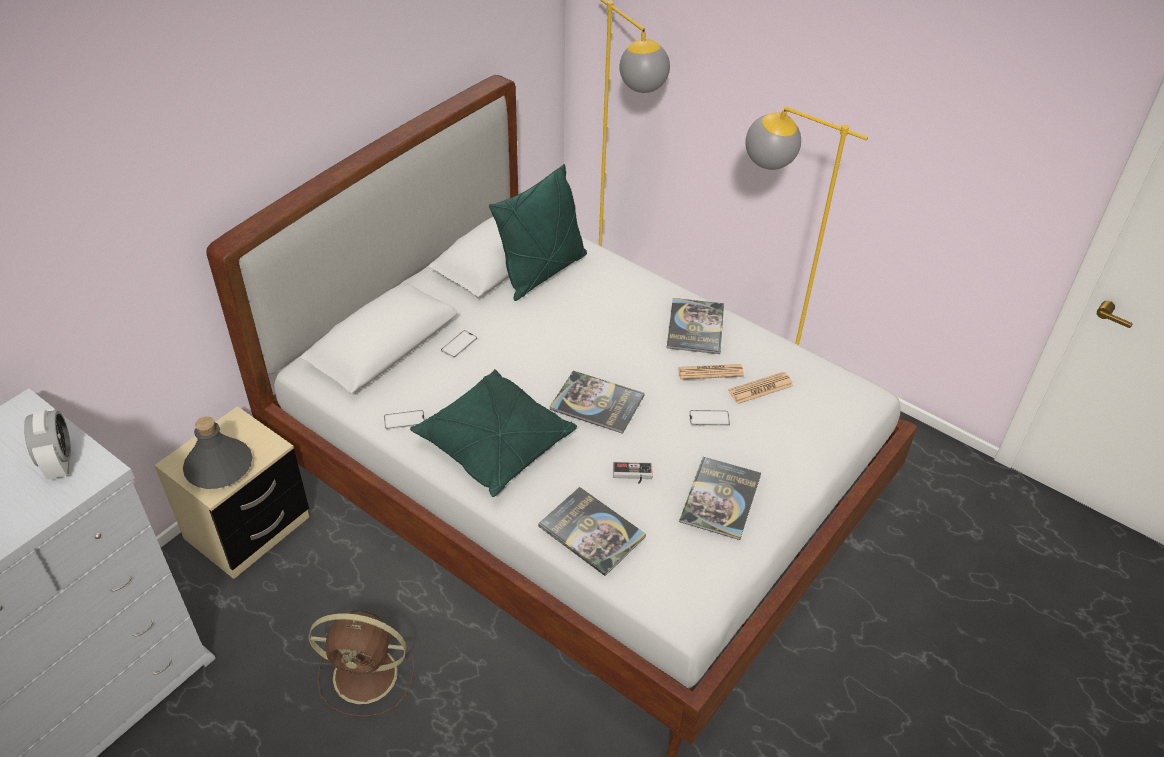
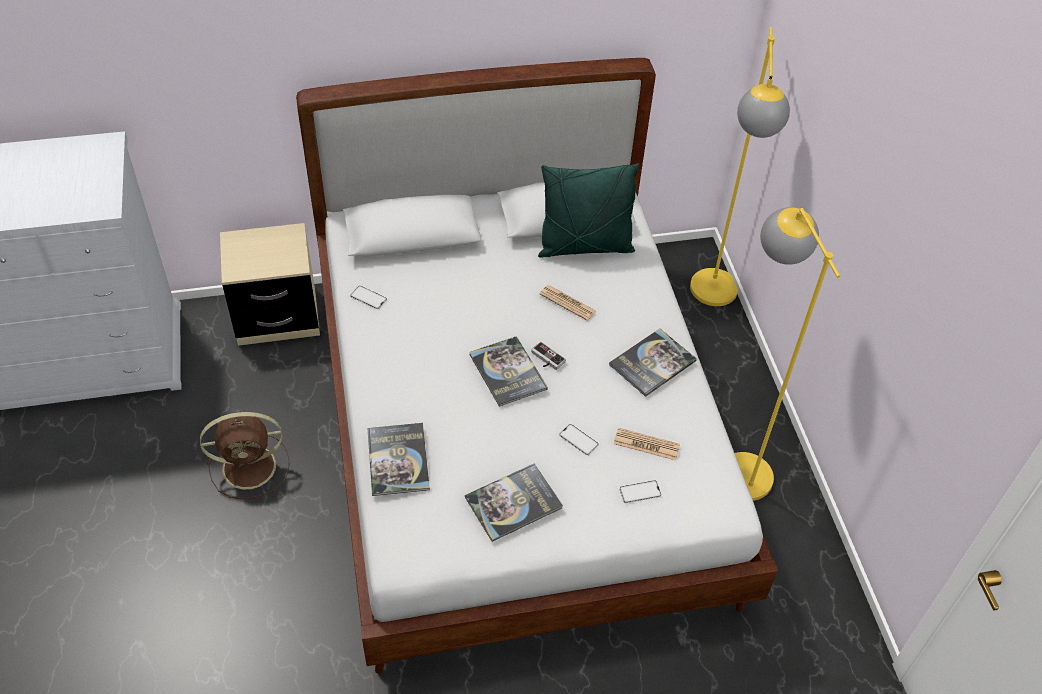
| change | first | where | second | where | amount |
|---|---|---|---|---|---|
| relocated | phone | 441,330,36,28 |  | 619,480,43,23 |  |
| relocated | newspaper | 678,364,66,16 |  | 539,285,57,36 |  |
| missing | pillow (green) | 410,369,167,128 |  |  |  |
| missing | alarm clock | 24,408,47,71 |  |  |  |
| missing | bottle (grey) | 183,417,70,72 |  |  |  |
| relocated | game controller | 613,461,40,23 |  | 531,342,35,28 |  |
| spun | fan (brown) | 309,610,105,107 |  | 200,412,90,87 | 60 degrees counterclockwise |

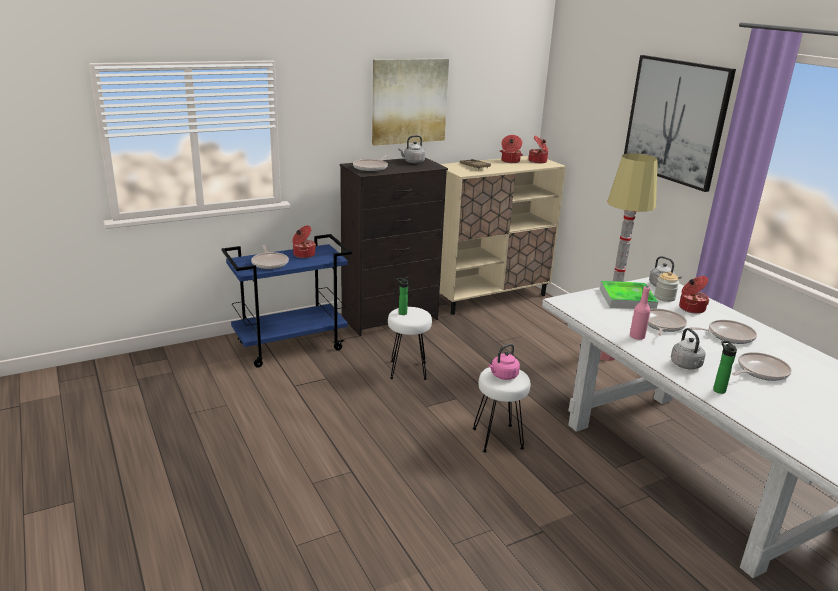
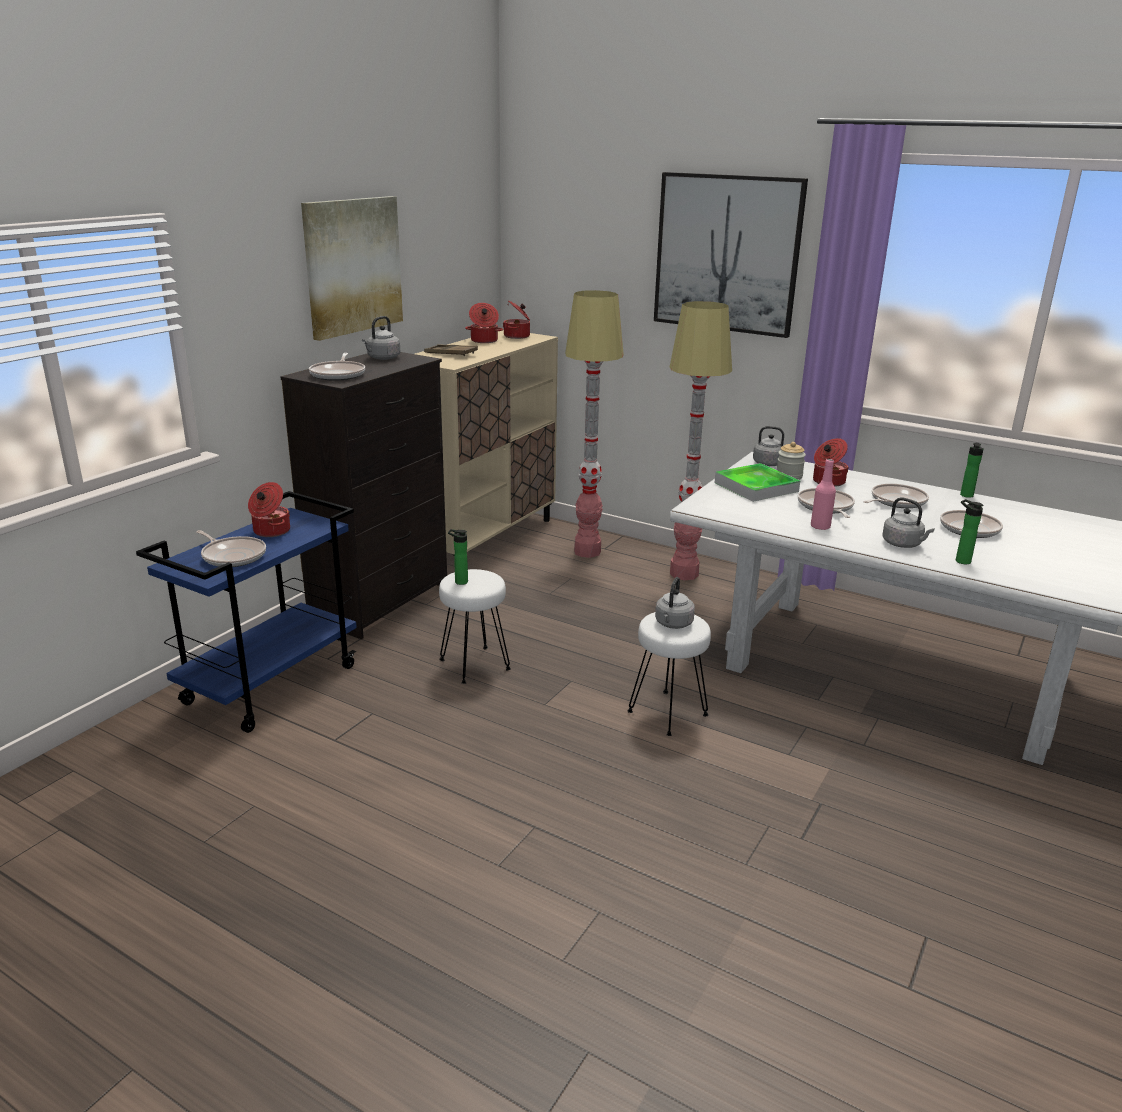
| change | first | where | second | where | amount |
|---|---|---|---|---|---|
| colour | kettle (pink) | 488,344,32,36 | kettle (grey) | 655,577,40,52 |  |
| appeared |  |  | floor lamp | 565,290,59,268 |  |
| appeared |  |  | bottle | 960,443,24,55 |  |

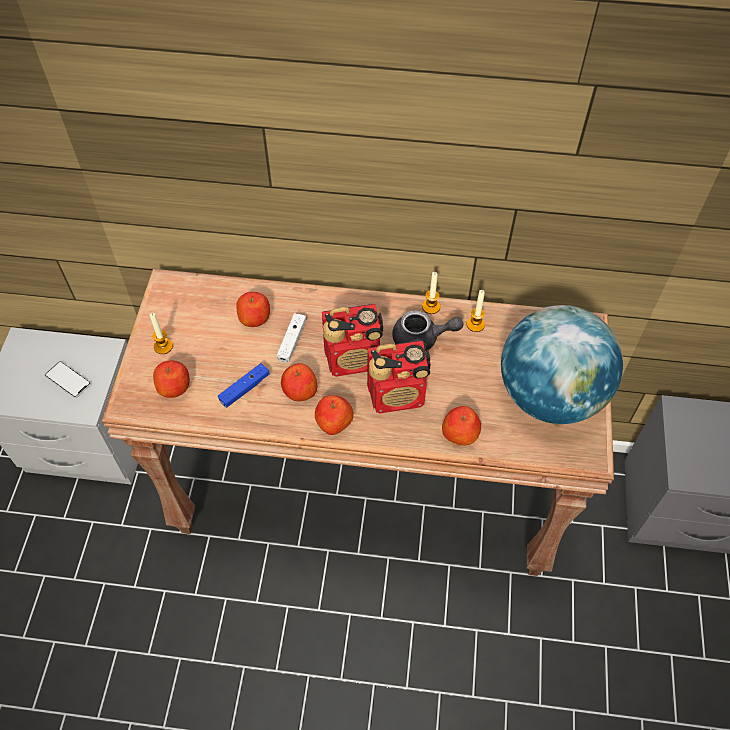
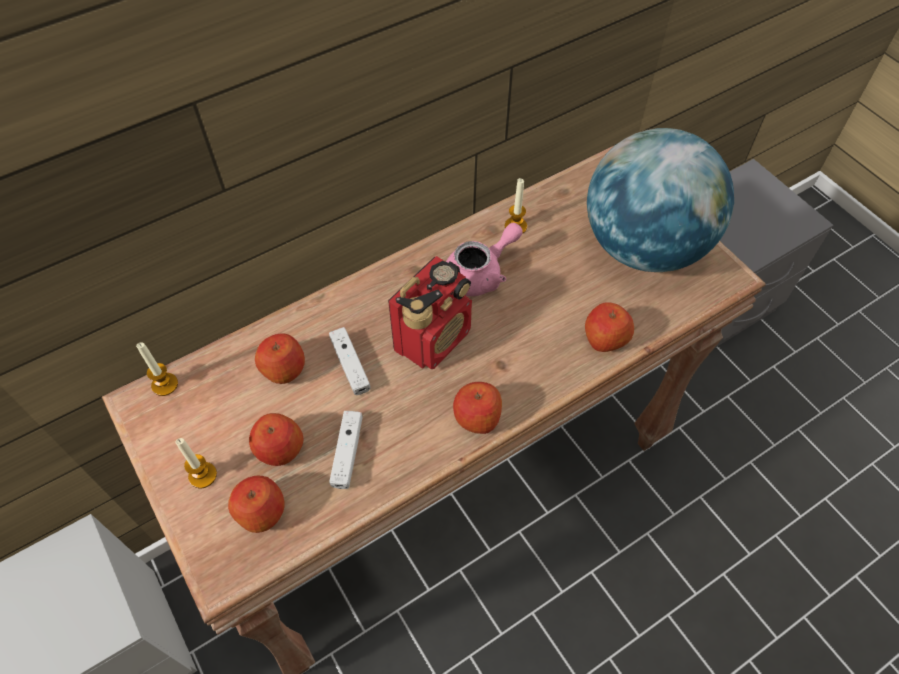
| change | first | where | second | where | amount |
|---|---|---|---|---|---|
| relocated | candle | 422,272,18,42 |  | 136,342,42,54 |  |
| colour | teapot (grey) | 392,310,72,41 | teapot (pink) | 446,223,77,73 |  |
| missing | radio | 367,340,63,73 |  |  |  |
| missing | phone | 45,361,46,37 |  |  |  |
| colour | game controller (blue) | 218,363,52,45 | game controller (white) | 329,411,34,78 |  |
| relocated | apple | 281,363,36,38 |  | 249,413,55,53 |  |

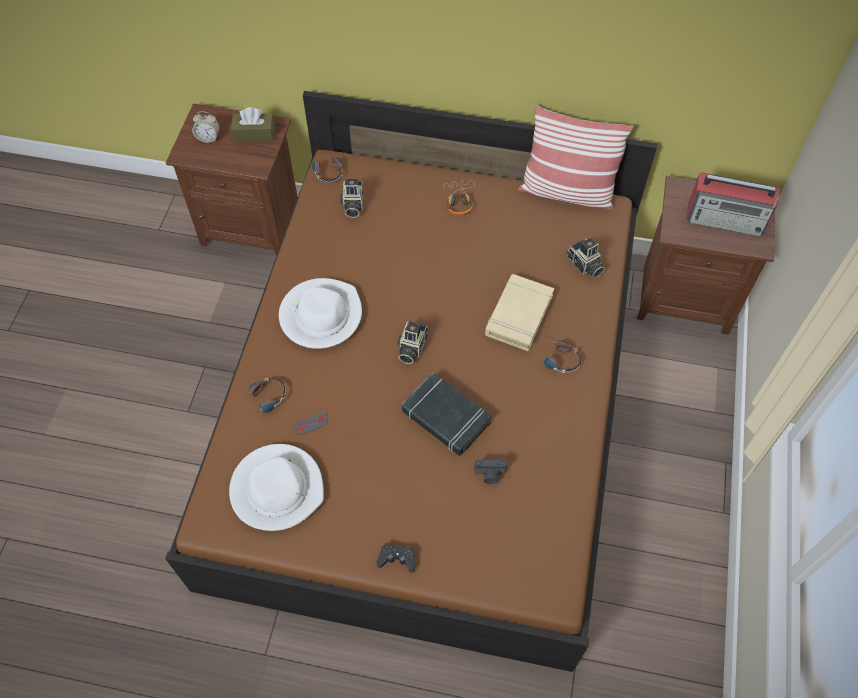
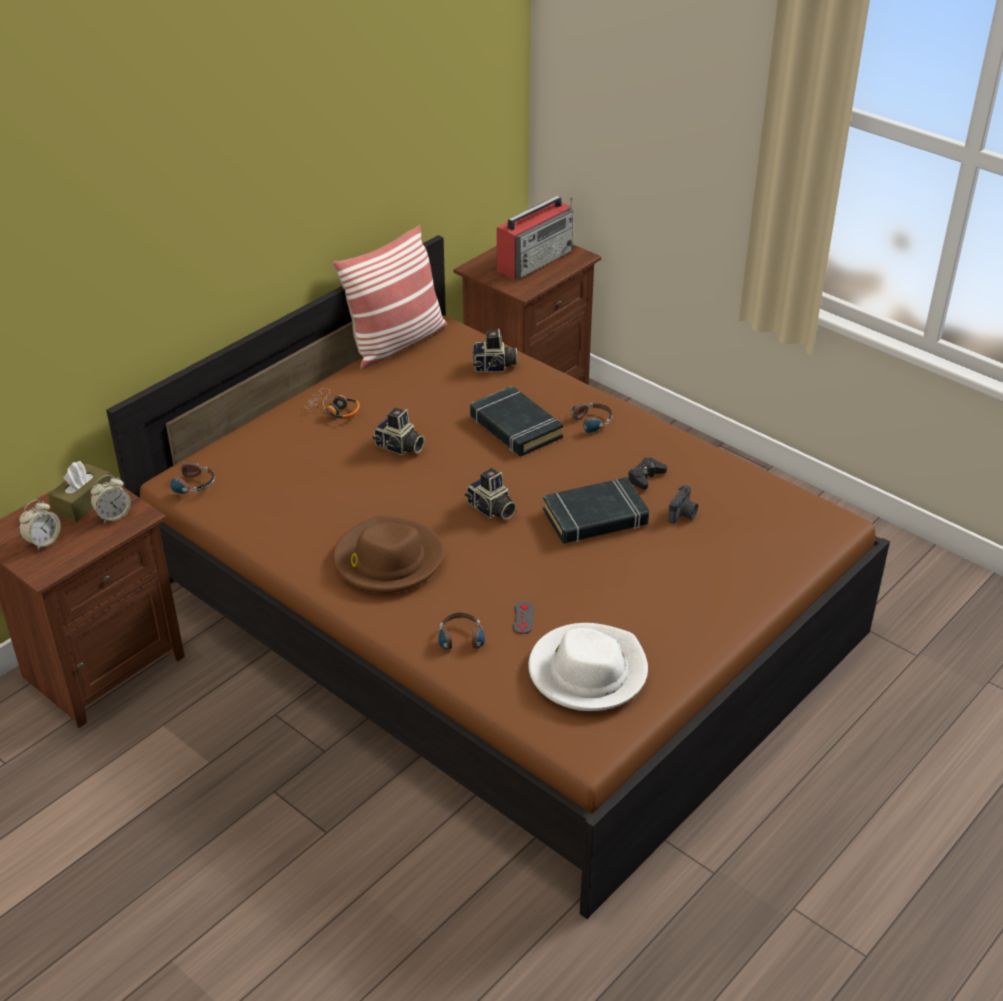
| change | first | where | second | where | amount |
|---|---|---|---|---|---|
| relocated | photo camera | 340,179,24,39 |  | 372,408,53,47 |  |
| colour | book (beige) | 485,274,70,77 | book (black) | 470,386,93,70 |  |
| colour | hat (white) | 279,278,83,71 | hat (brown) | 333,516,111,77 |  |
| relocated | game controller (black) | 376,543,39,29 |  | 628,457,39,33 |  |
| appeared |  |  | alarm clock | 91,475,40,49 |  |

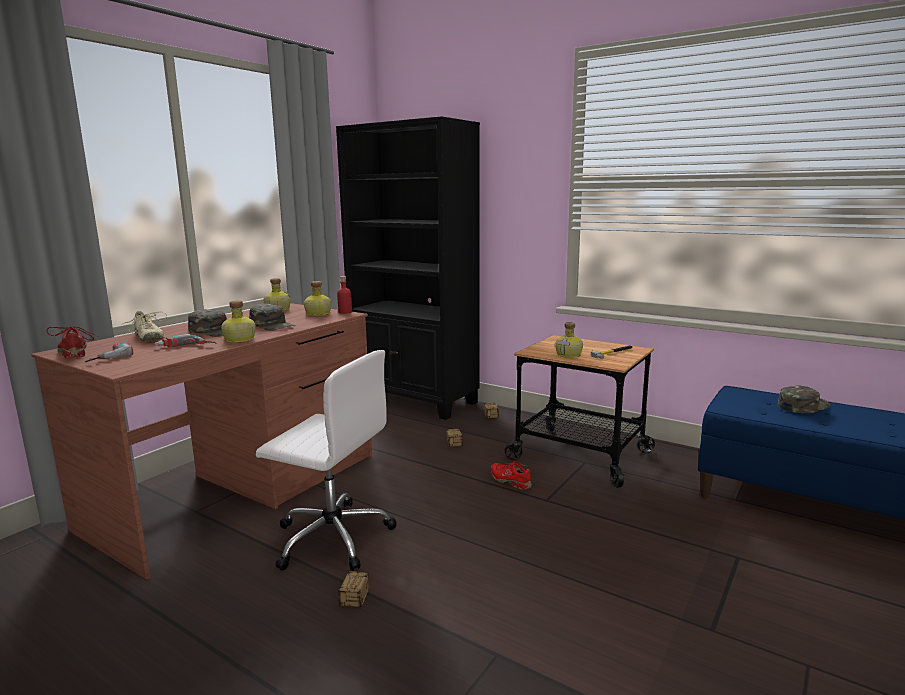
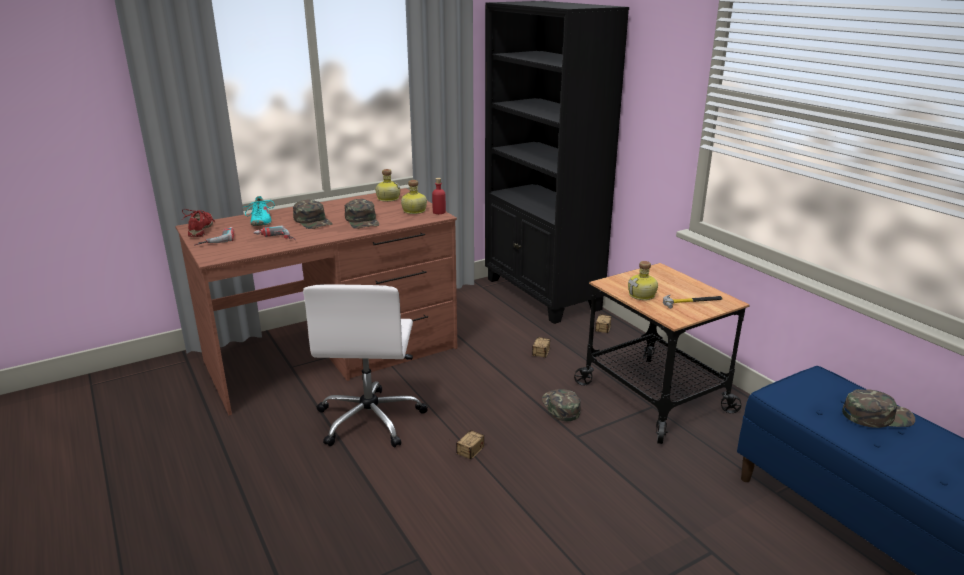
| change | first | where | second | where | amount |
|---|---|---|---|---|---|
| missing | bottle | 221,300,35,43 |  |  |  |
| colour | shoe (beige) | 121,311,46,30 | shoe (turquoise) | 242,196,33,30 |  |
| spun | office chair (white) | 256,350,141,221 |  | 303,284,125,163 | 45 degrees clockwise |
| exchanged | shoe (red) | 491,461,41,29 | cap (green) | 542,389,39,32 |  |
| relocated | storage box | 338,571,32,36 |  | 449,430,35,30 |  |

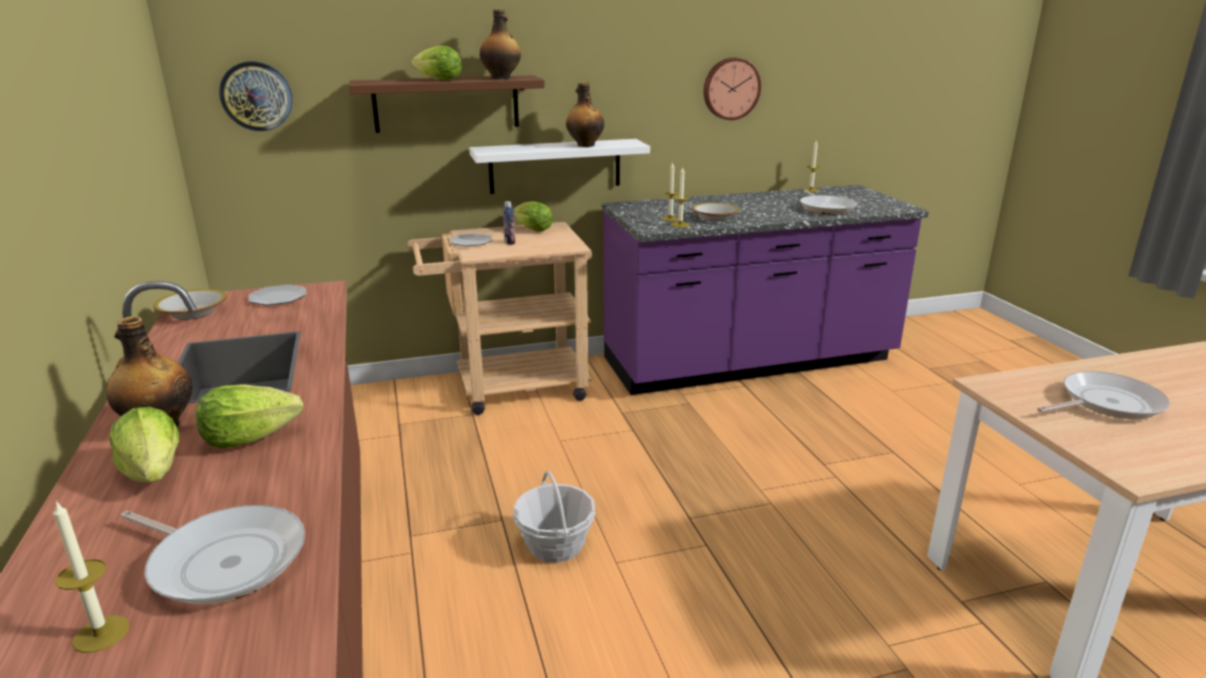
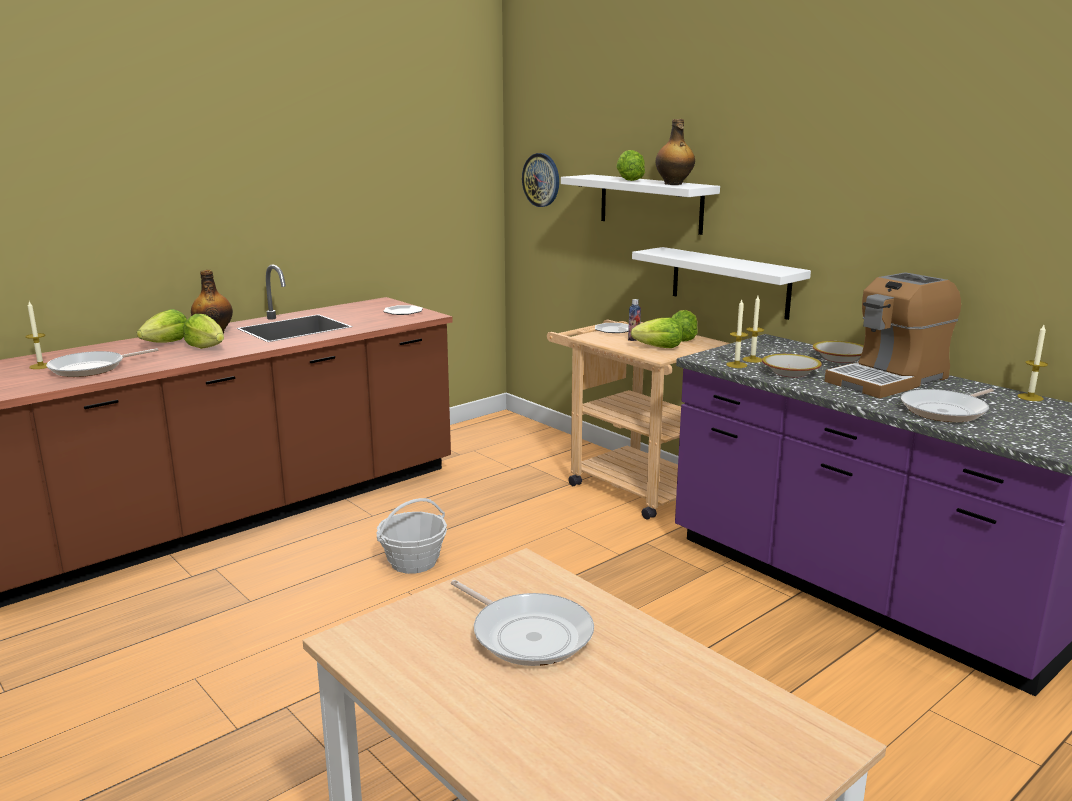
| change | first | where | second | where | amount |
|---|---|---|---|---|---|
| missing | wall clock | 704,58,57,62 |  |  |  |
| colour | shelf (brown) | 349,75,196,58 | shelf (white) | 561,174,159,61 |  |
| missing | bottle | 566,82,38,65 |  |  |  |
| relocated | bowl | 154,289,73,31 |  | 813,341,51,22 |  |
| spun | frying pan | 121,505,184,99 |  | 46,348,112,29 | 45 degrees clockwise |
| appeared |  |  | coffee machine | 825,272,136,126 |  |
| appeared |  |  | lettuce | 631,318,52,30 |  |

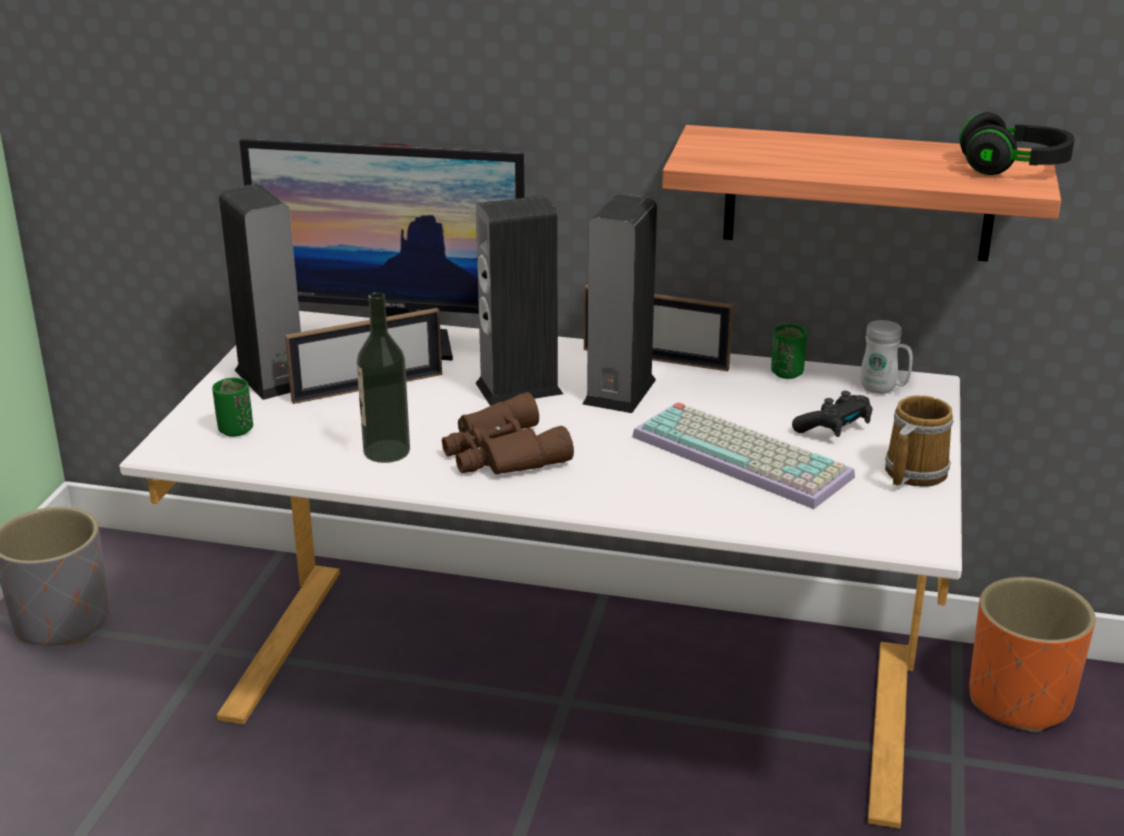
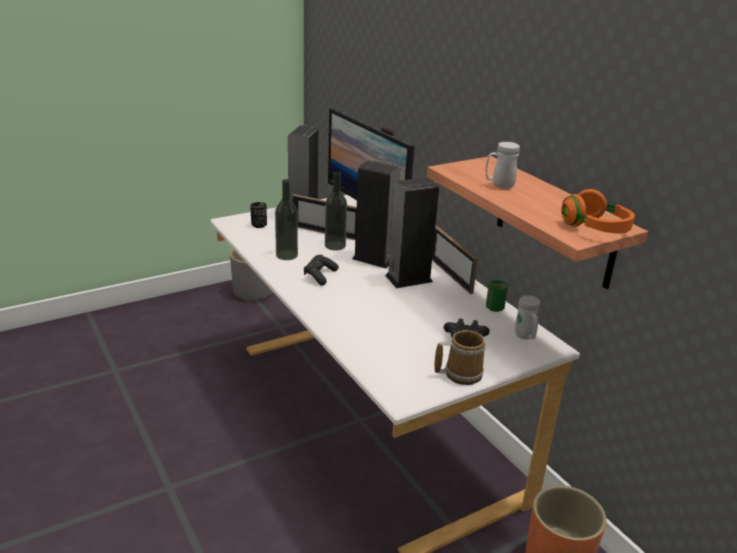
| change | first | where | second | where | amount |
|---|---|---|---|---|---|
| colour | headphones (black) | 959,112,116,63 | headphones (orange) | 561,189,74,44 |  |
| colour | cup (green) | 212,378,41,59 | cup (black) | 250,202,17,26 |  |
| exchanged | binoculars (brown) | 442,392,132,82 | game controller (black) | 304,255,34,31 |  |
| missing | keyboard | 632,402,223,107 |  |  |  |
| appeared |  |  | mug (white) | 485,142,35,47 |  |
| appeared |  |  | bottle | 325,172,22,78 |  |

